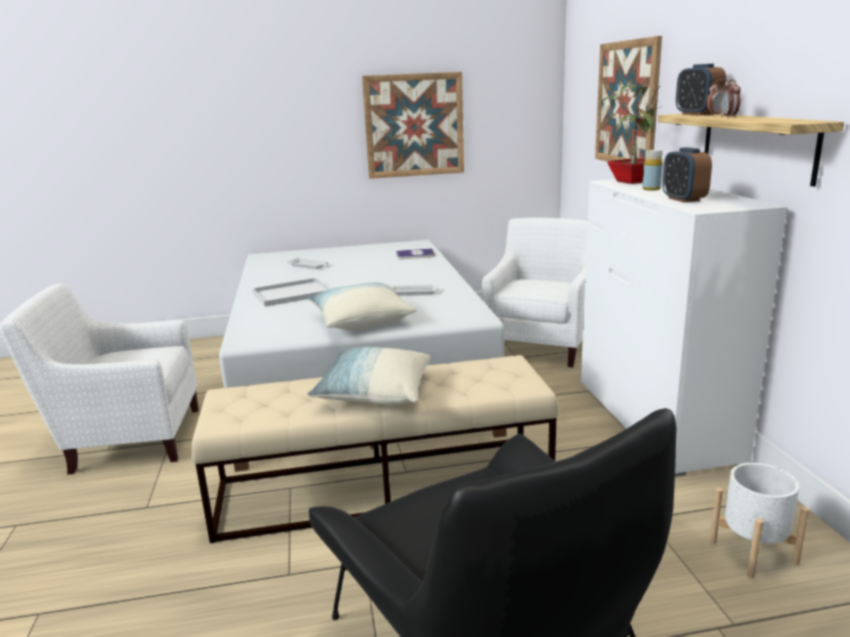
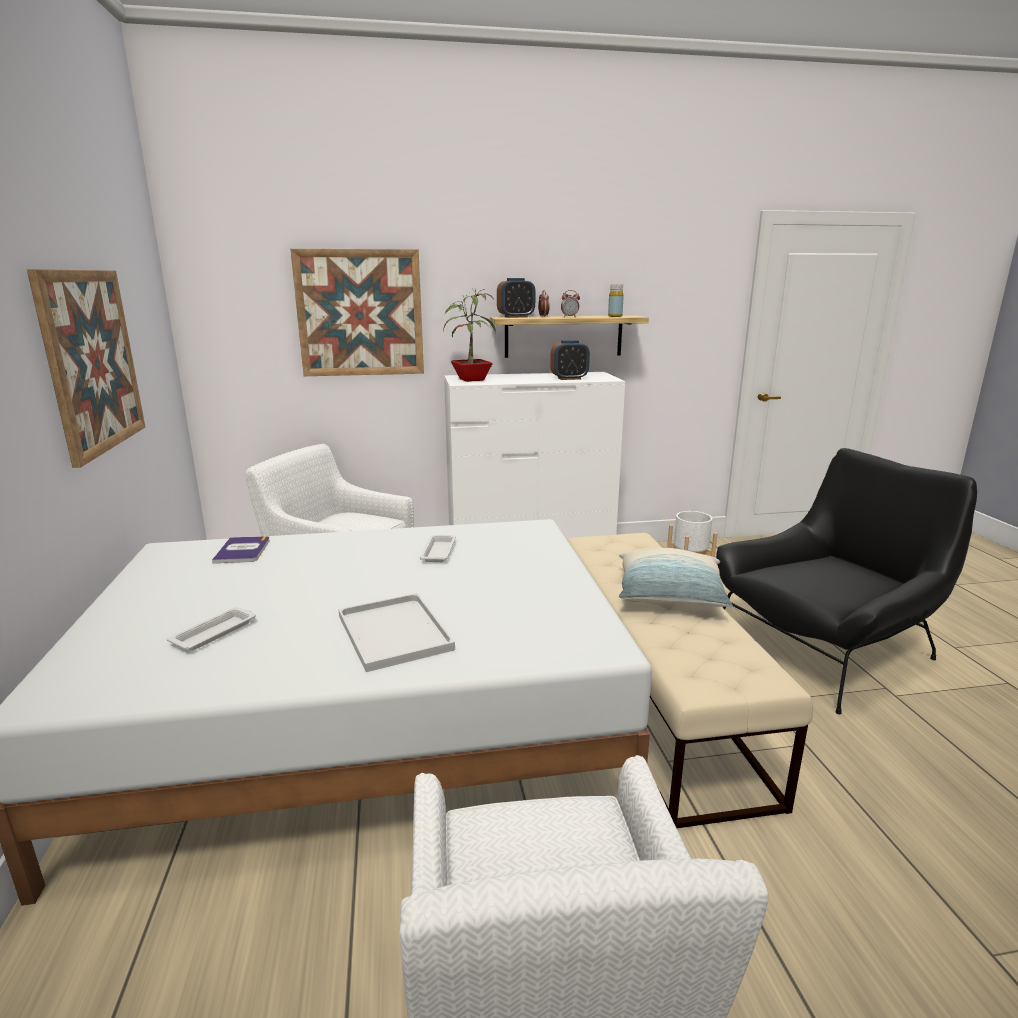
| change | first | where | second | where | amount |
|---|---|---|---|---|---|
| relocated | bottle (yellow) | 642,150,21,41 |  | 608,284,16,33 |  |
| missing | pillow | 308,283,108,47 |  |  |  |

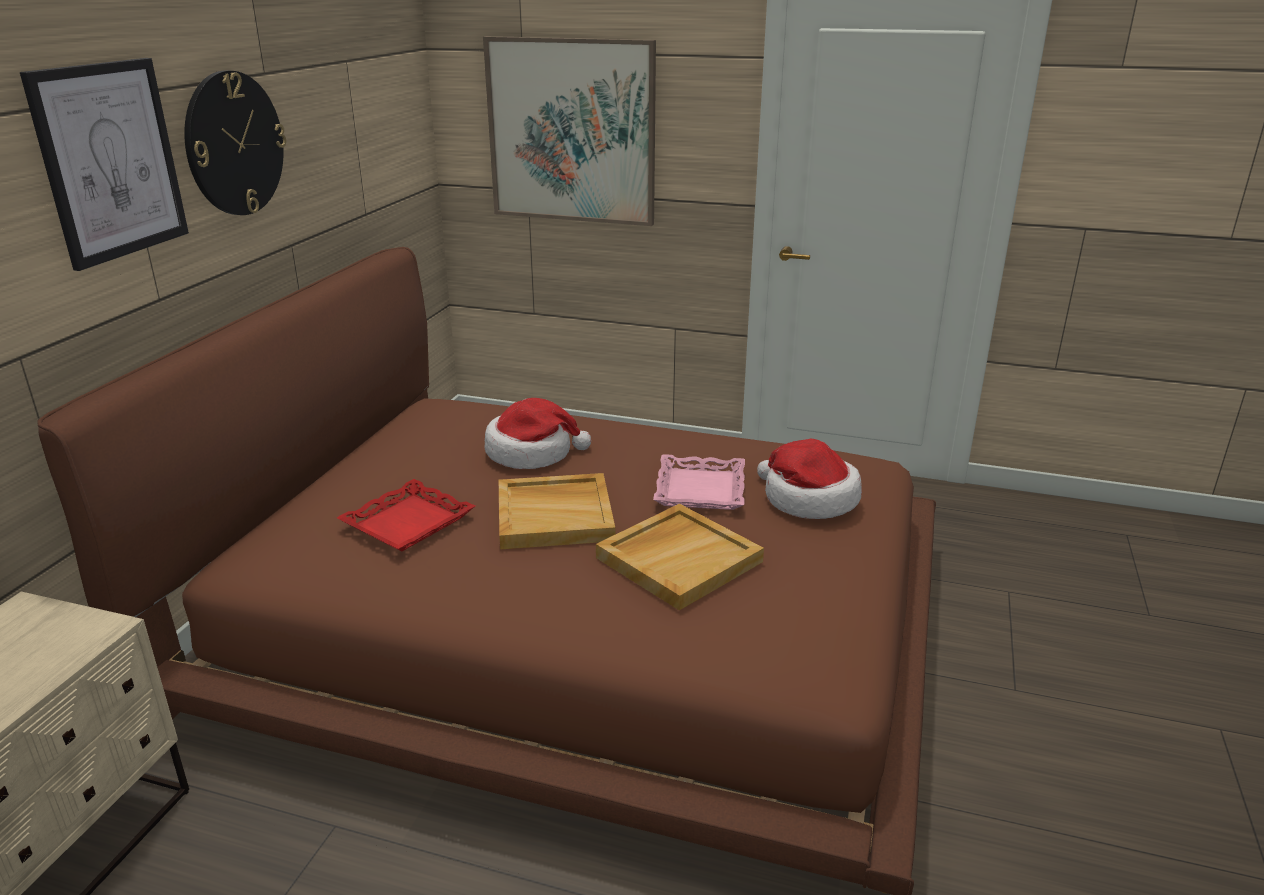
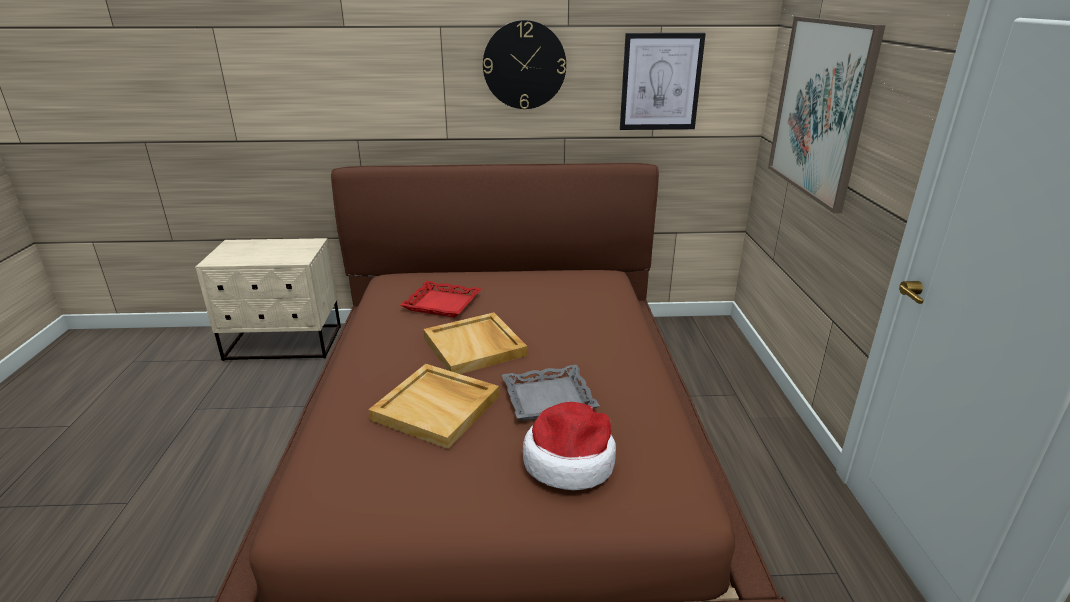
| change | first | where | second | where | amount |
|---|---|---|---|---|---|
| relocated | picture | 20,58,169,213 |  | 620,33,86,97 |  |
| missing | hat | 485,398,106,71 |  |  |  |
| colour | tray (pink) | 653,454,92,56 | tray (grey) | 502,365,98,56 |  |

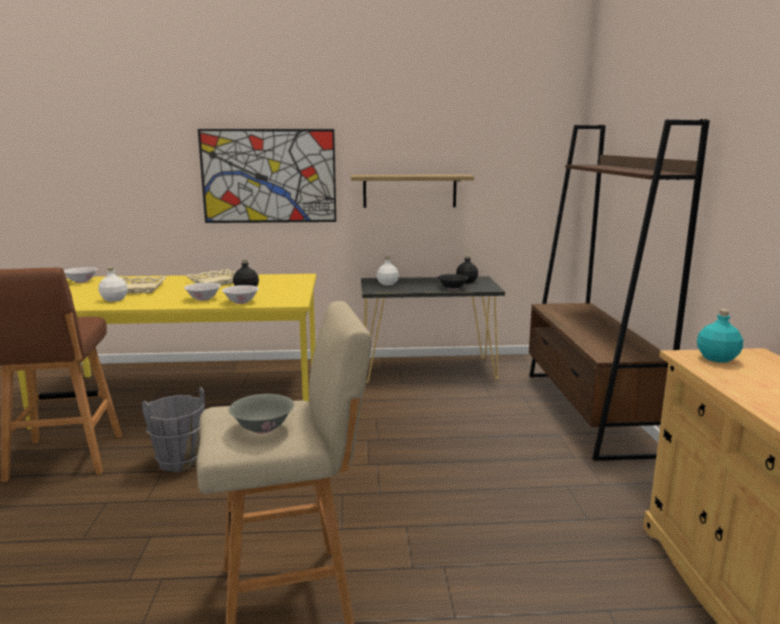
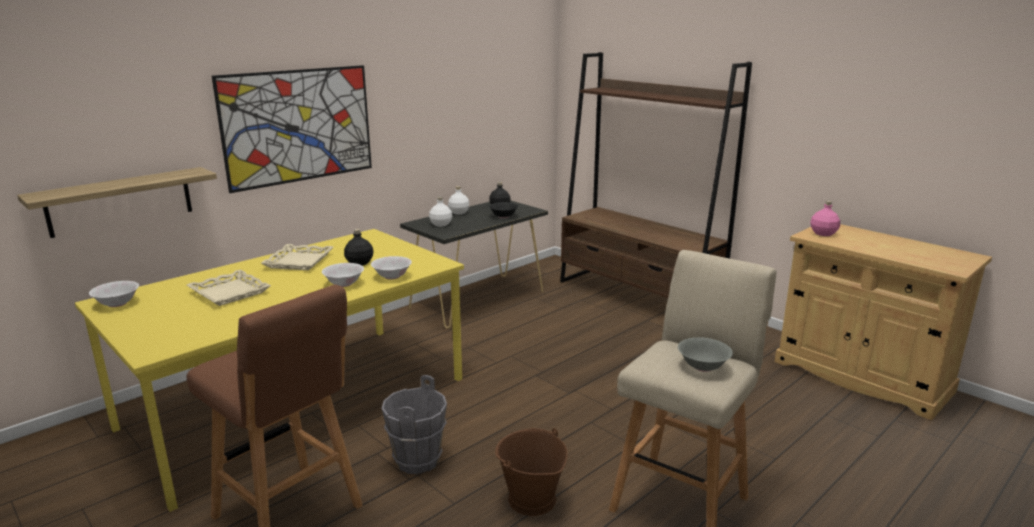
| change | first | where | second | where | amount |
|---|---|---|---|---|---|
| relocated | shelf | 351,174,123,34 |  | 17,167,200,71 |  |
| relocated | bottle (white) | 99,267,29,35 |  | 448,186,21,29 |  |
| colour | bottle (turquoise) | 697,309,46,54 | bottle (pink) | 810,201,30,35 |  |
| appeared |  |  | bucket (brown) | 495,428,73,88 |  |

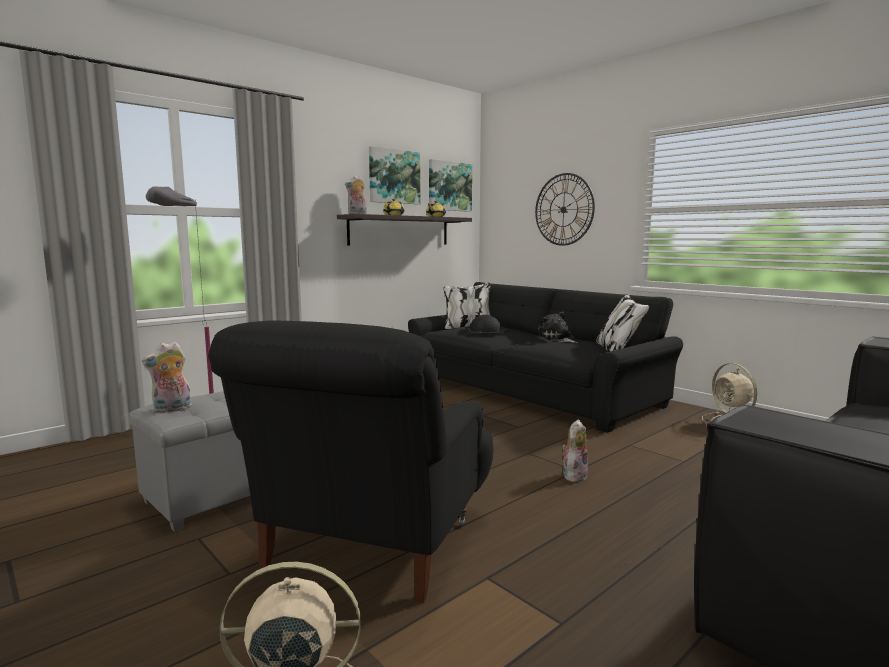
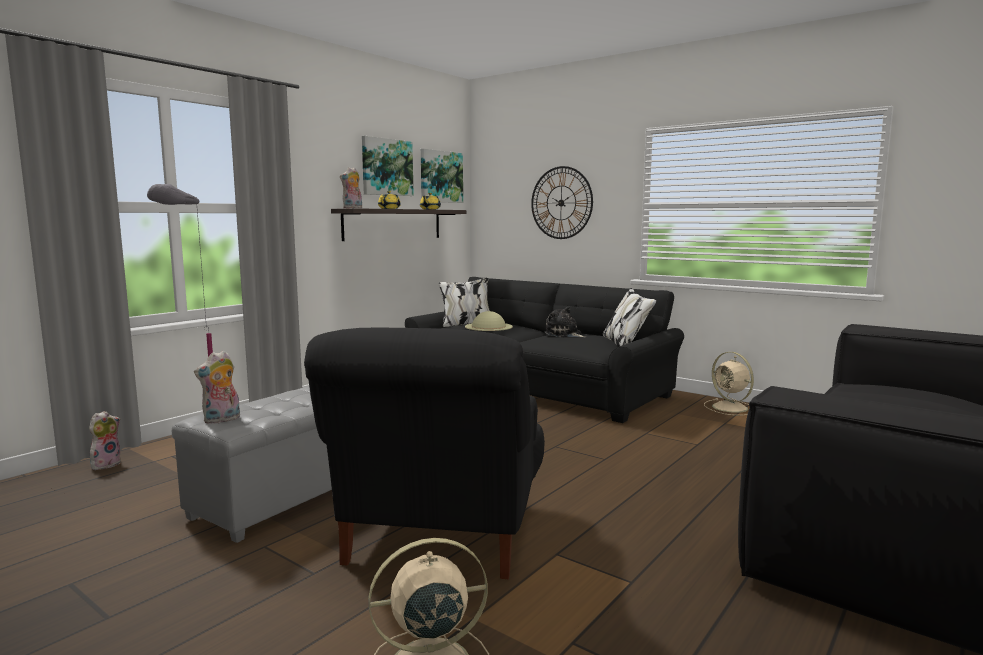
| change | first | where | second | where | amount |
|---|---|---|---|---|---|
| colour | hat (black) | 462,315,47,19 | hat (beige) | 465,311,48,20 |  |
| relocated | plush toy | 562,419,26,63 |  | 89,411,32,59 |  |

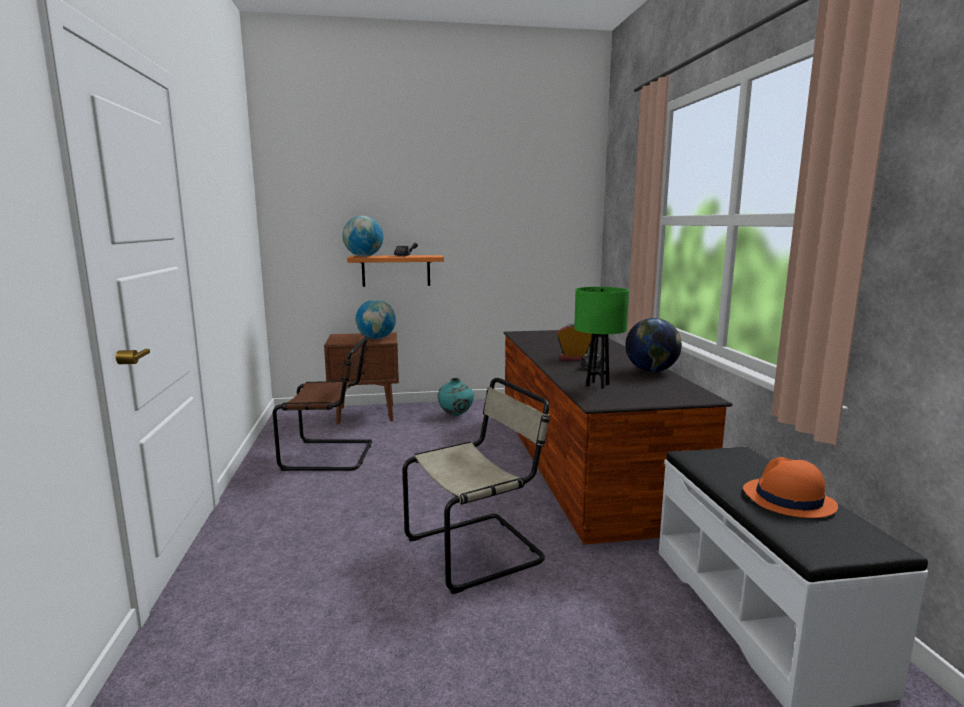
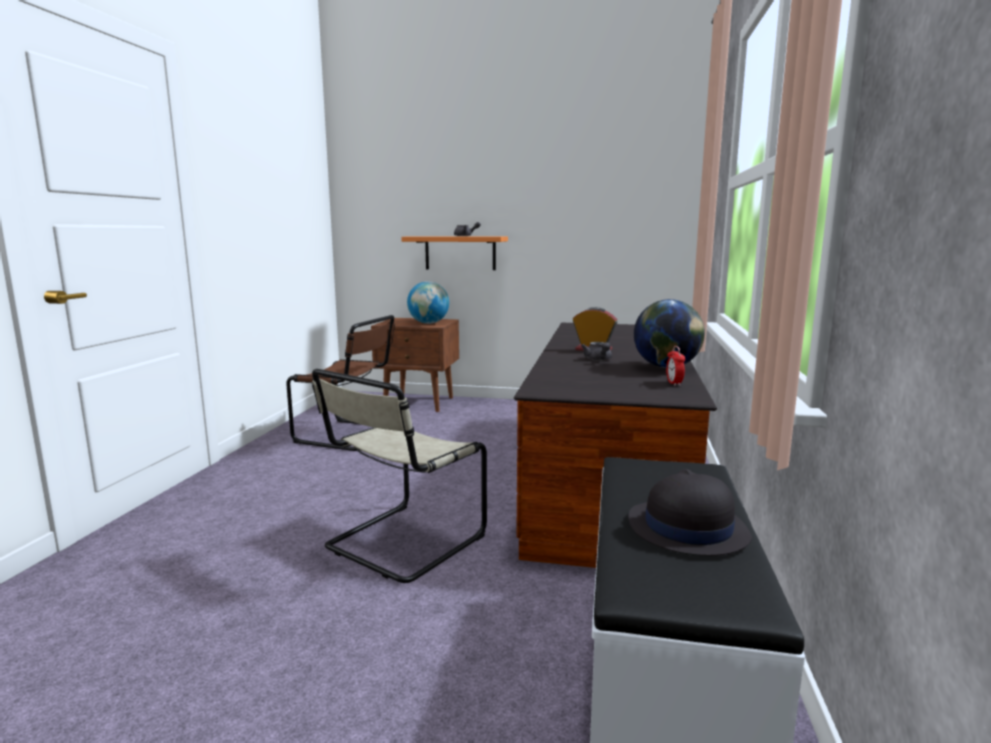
| change | first | where | second | where | amount |
|---|---|---|---|---|---|
| missing | globe | 343,216,40,41 |  |  |  |
| missing | table lamp (green) | 574,287,55,102 |  |  |  |
| spun | chair (beige) | 403,378,147,216 |  | 312,369,175,214 | 135 degrees clockwise |
| missing | vase (turquoise) | 438,378,36,38 |  |  |  |
| colour | hat (orange) | 743,457,95,61 | hat (black) | 628,469,124,87 |  |
| appeared |  |  | alarm clock | 666,346,19,40 |  |

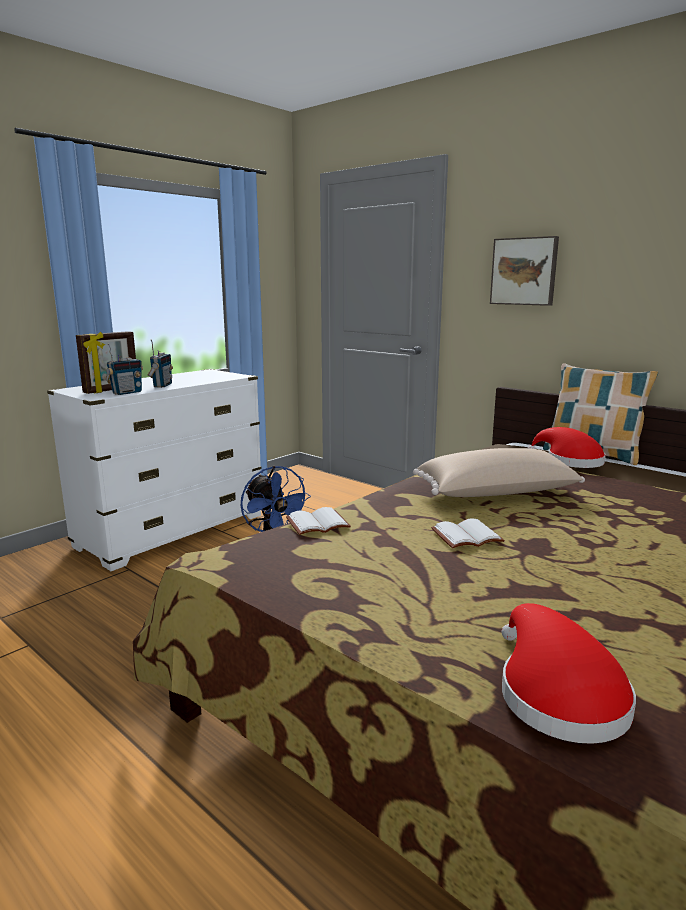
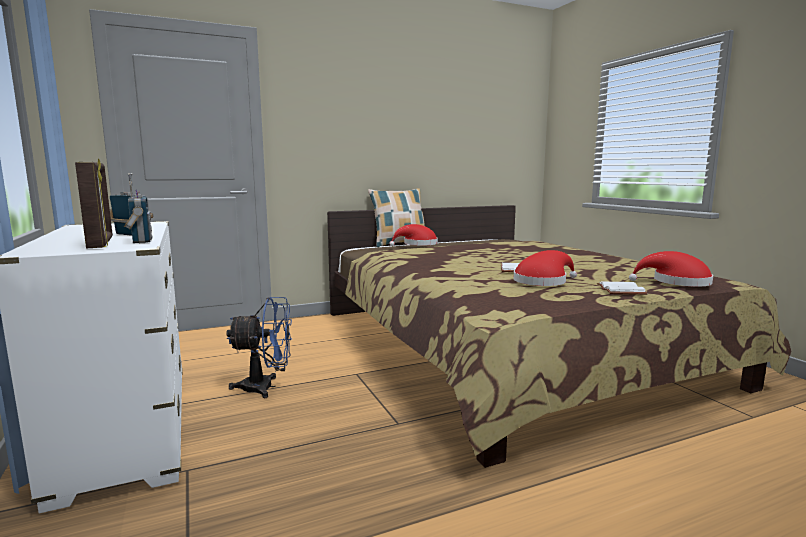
| change | first | where | second | where | amount |
|---|---|---|---|---|---|
| missing | picture | 490,236,69,70 |  |  |  |
| missing | pillow (beige) | 413,448,172,49 |  |  |  |
| relocated | book (white) | 286,507,65,28 |  | 597,281,51,14 |  |
| appeared |  |  | hat (red) | 513,250,64,36 |  |

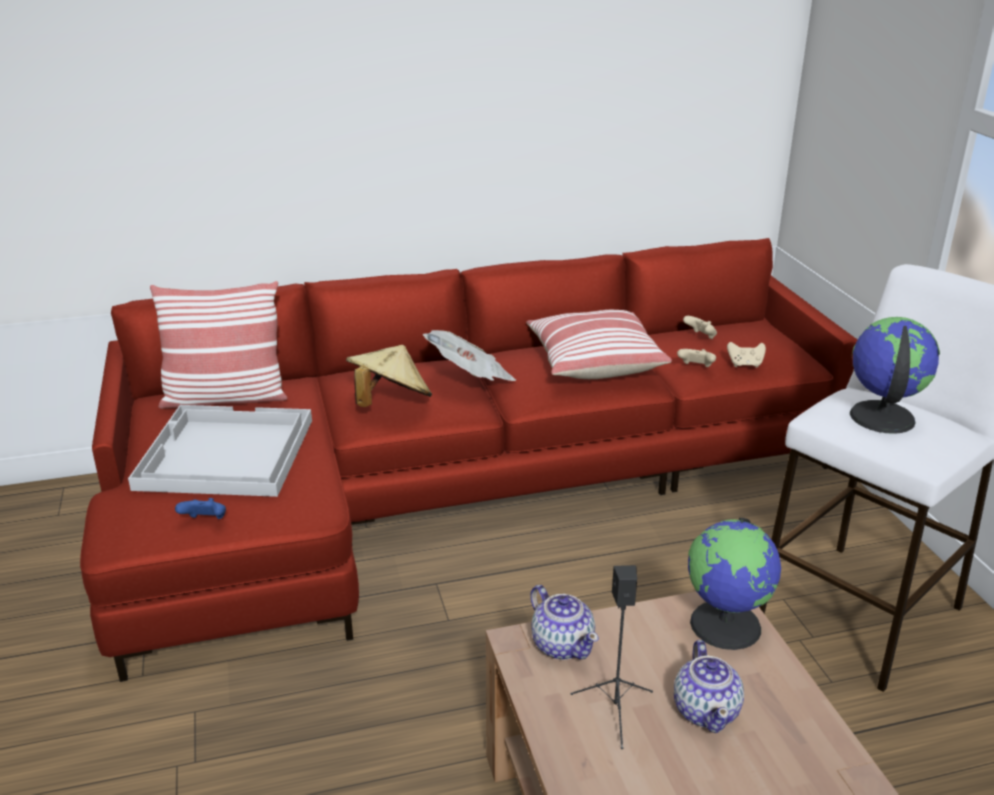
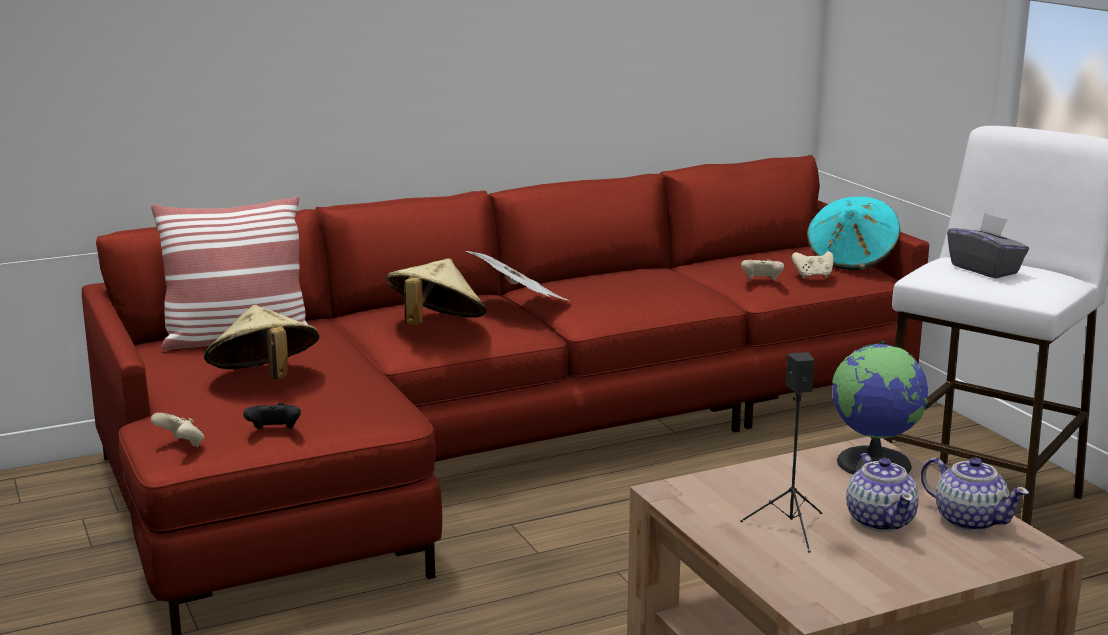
| change | first | where | second | where | amount |
|---|---|---|---|---|---|
| missing | pillow | 526,310,146,69 |  |  |  |
| relocated | game controller (beige) | 683,316,34,23 |  | 151,413,53,34 |  |
| exchanged | globe | 850,317,90,117 | tissue box (grey) | 947,213,82,65 |  |
| exchanged | tray (white) | 128,405,184,92 | hat (beige) | 204,305,116,75 |  |
| colour | game controller (blue) | 175,498,51,21 | game controller (black) | 243,403,58,27 |  |
| relocated | teapot | 530,585,69,75 |  | 921,457,108,75 |  |
| appeared |  |  | hat (turquoise) | 807,197,93,73 |  |

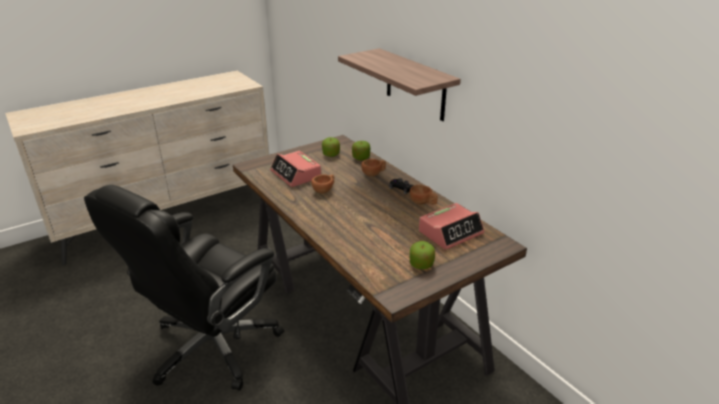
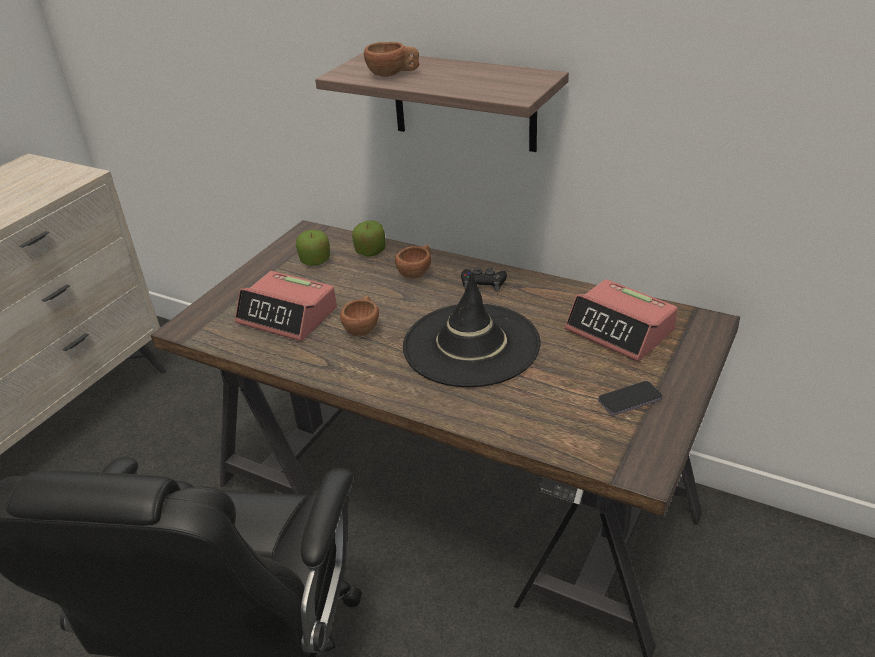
| change | first | where | second | where | amount |
|---|---|---|---|---|---|
| relocated | cup (brown) | 410,185,28,19 |  | 364,42,55,35 |  |
| spun | alarm clock | 419,203,65,47 |  | 565,279,113,82 | 105 degrees clockwise |
| exchanged | apple | 410,241,25,28 | phone | 598,381,64,34 |  |
| appeared |  |  | hat (black) | 403,272,138,115 |  |

